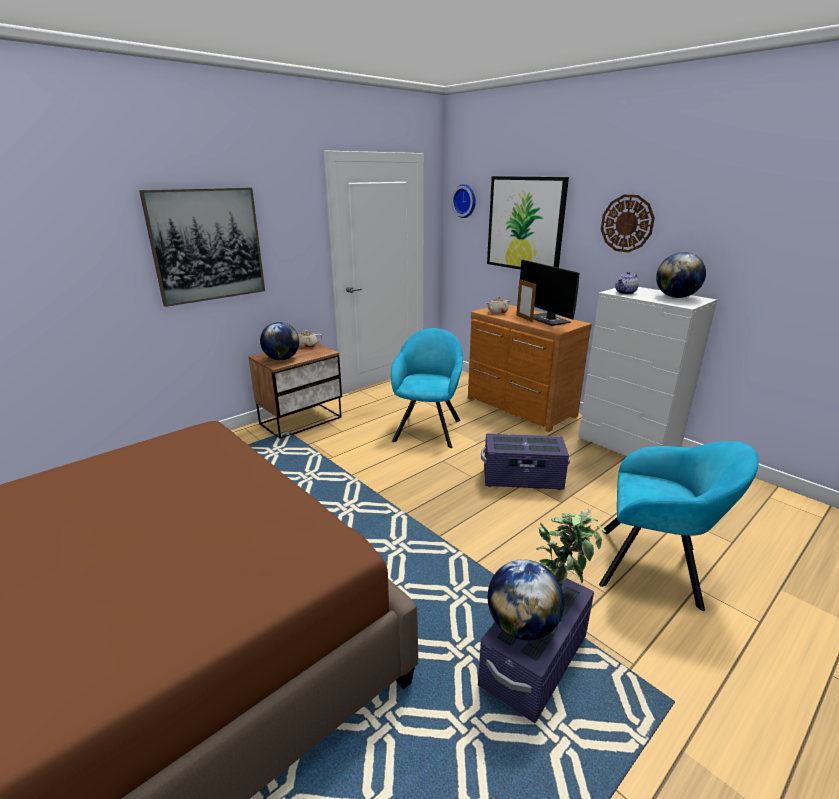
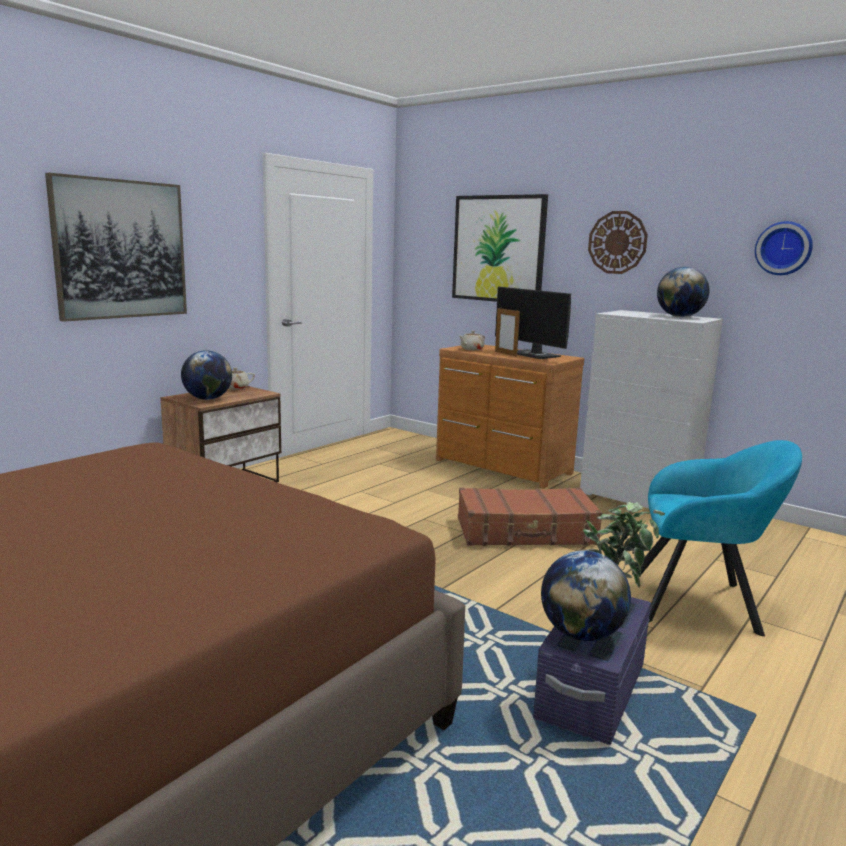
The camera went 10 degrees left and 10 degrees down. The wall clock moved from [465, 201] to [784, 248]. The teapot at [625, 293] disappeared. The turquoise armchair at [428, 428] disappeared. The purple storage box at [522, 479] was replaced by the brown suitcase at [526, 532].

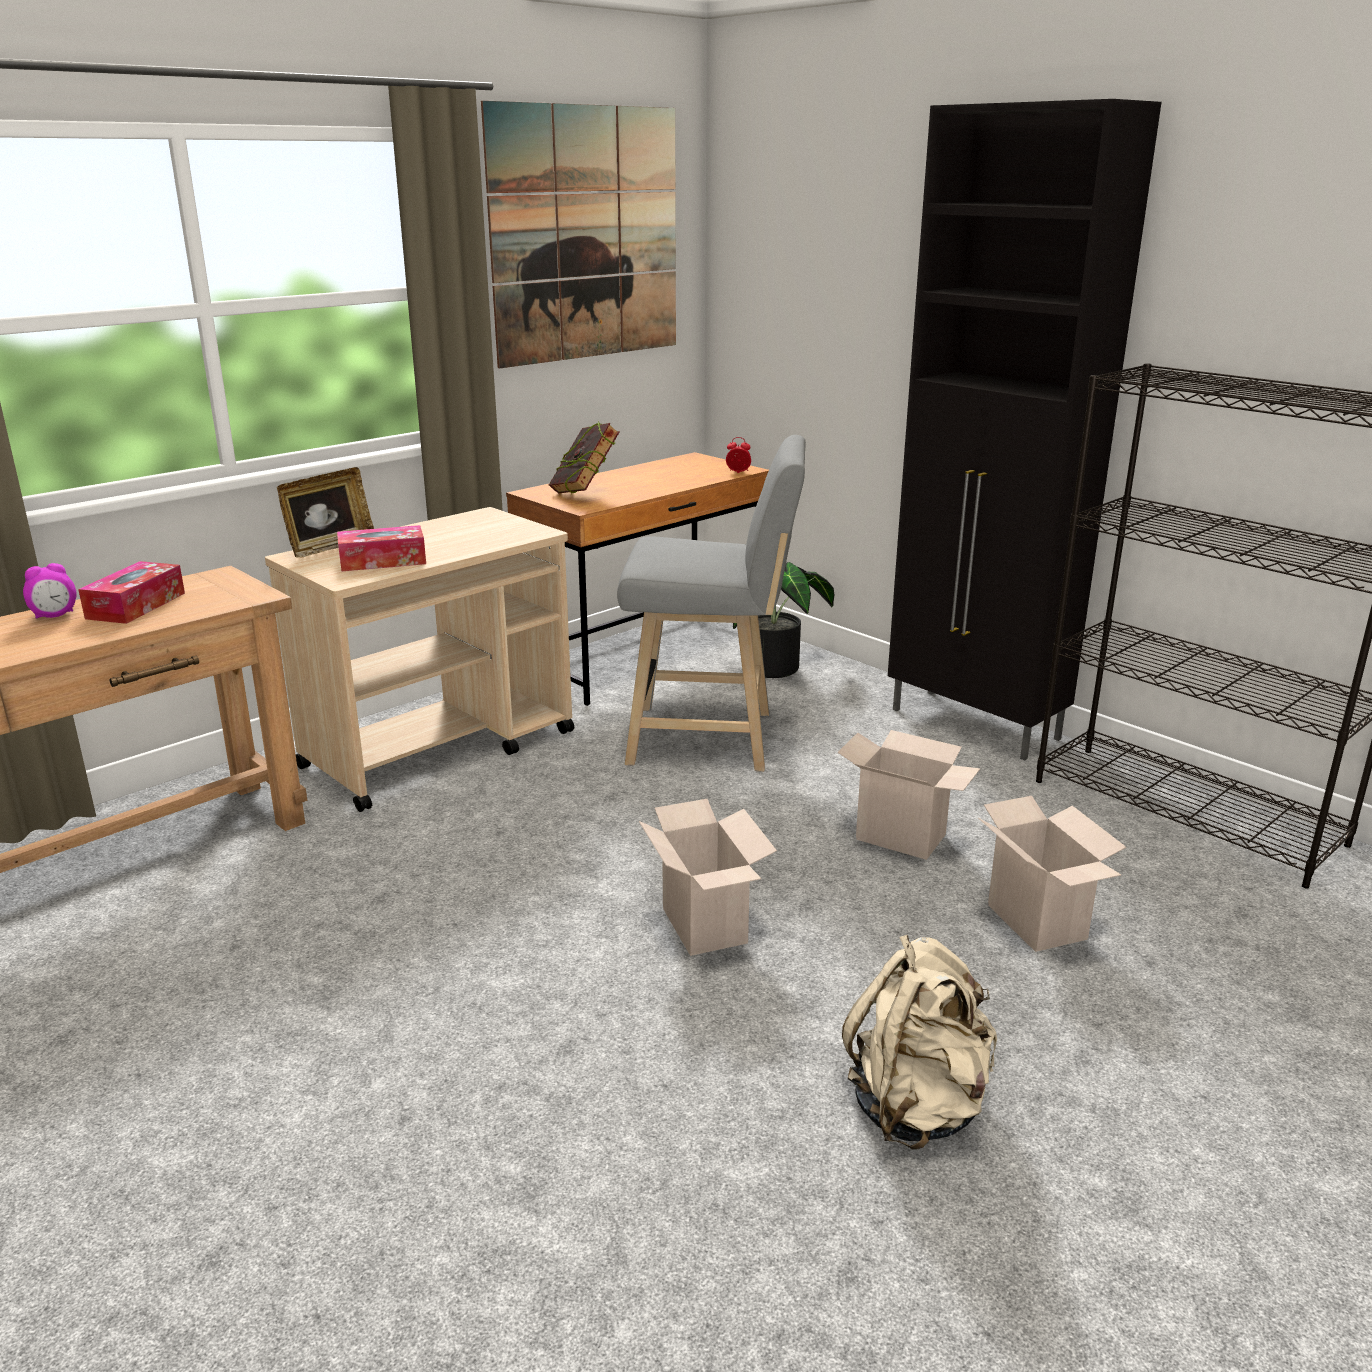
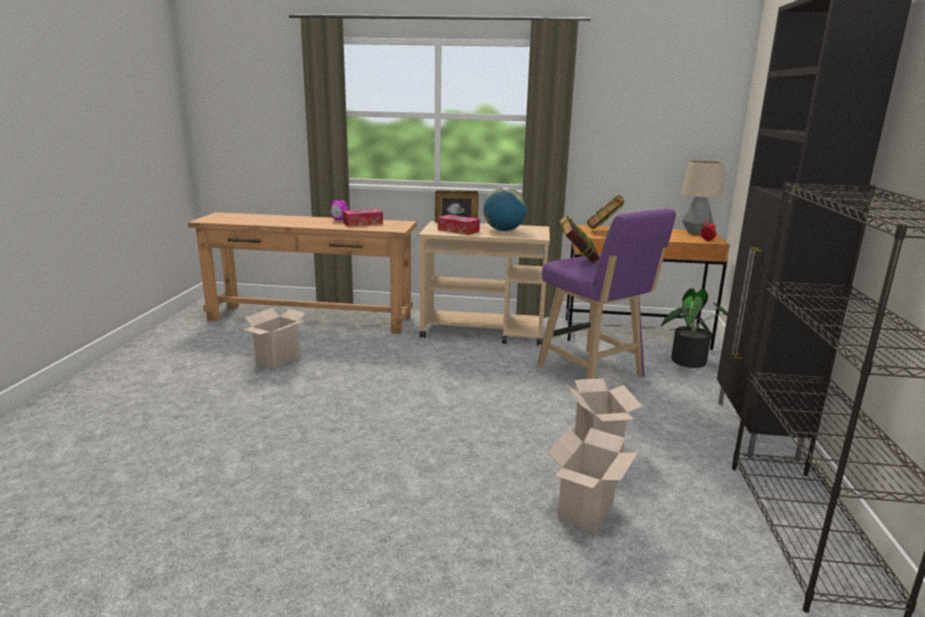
The camera went 50 degrees right and 5 degrees down. The picture at [586, 235] disappeared. The grey stool at [711, 739] became the purple stool at [594, 373]. The cardboard box moved from [708, 926] to [278, 360]. The beige backpack at [917, 1106] disappeared. The table lamp at [695, 233] appeared. The globe at [504, 230] appeared. The book at [577, 260] appeared.

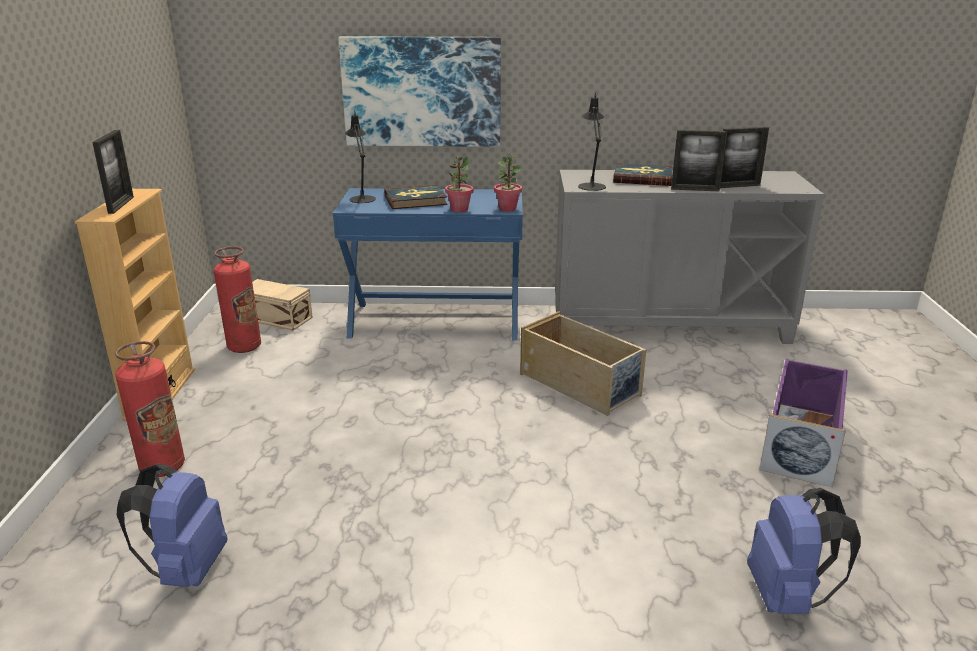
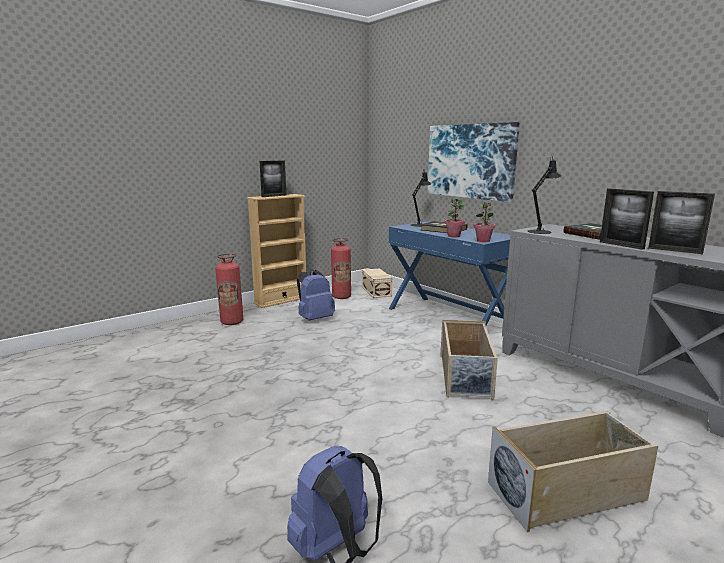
The camera went 50 degrees right and 10 degrees down. The purple storage box at [800, 442] became the beige storage box at [567, 491]. The blue backpack moved from [185, 569] to [315, 319].

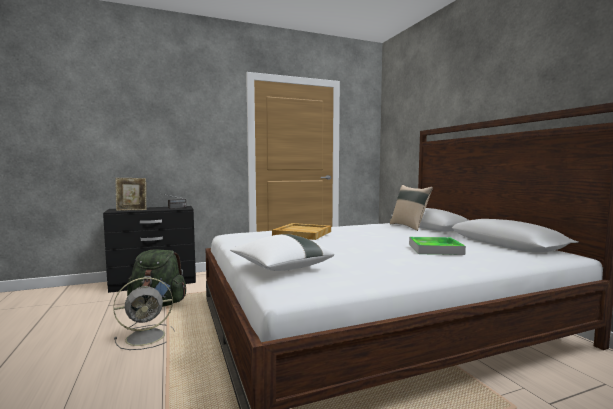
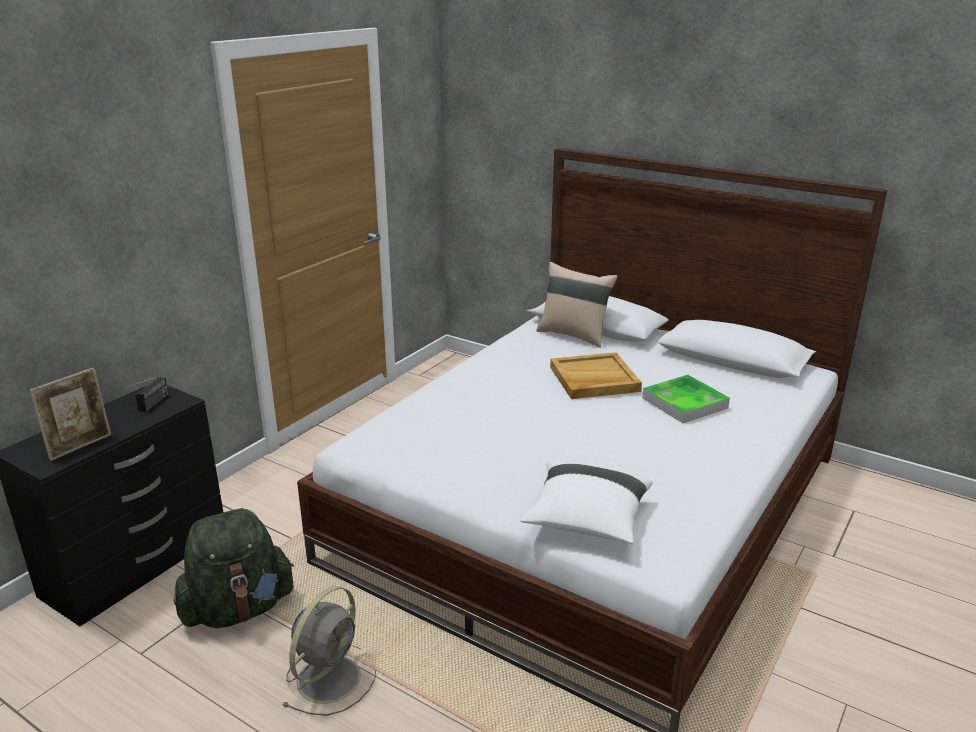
The camera went 35 degrees left and 20 degrees up. The beige tray moved from [302, 234] to [593, 379].

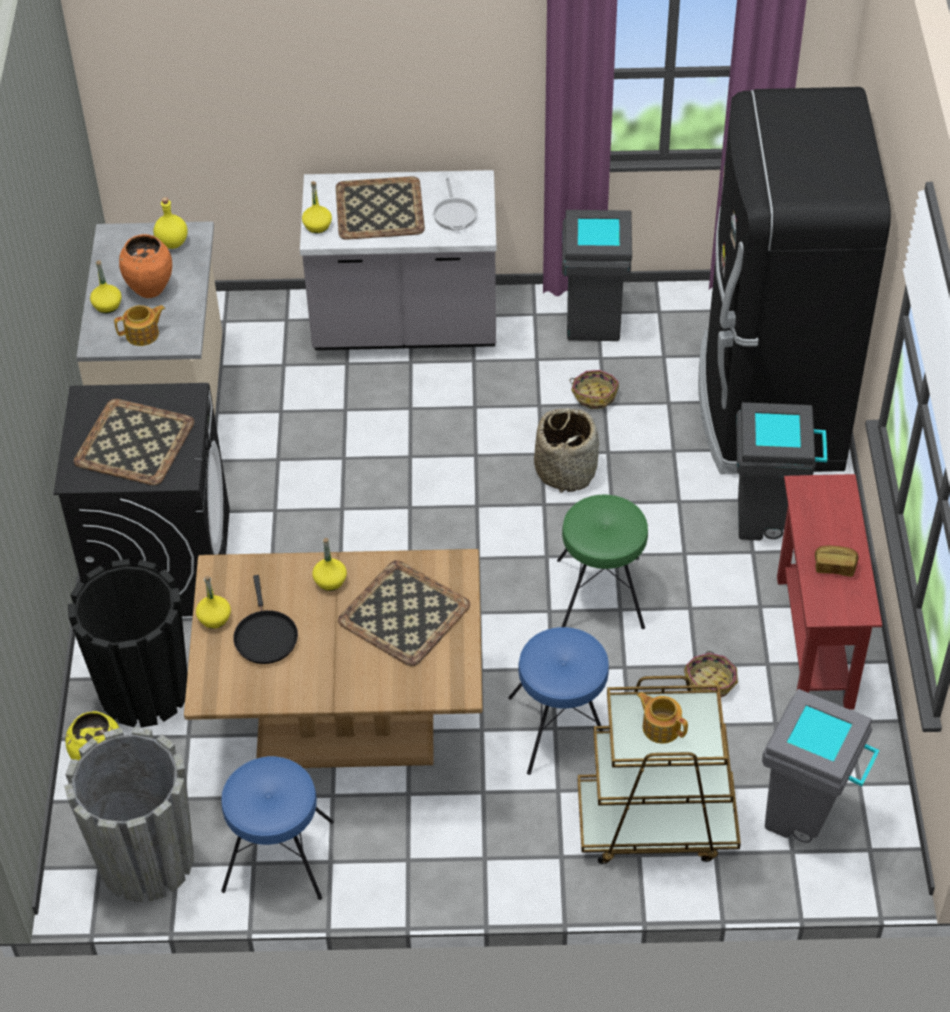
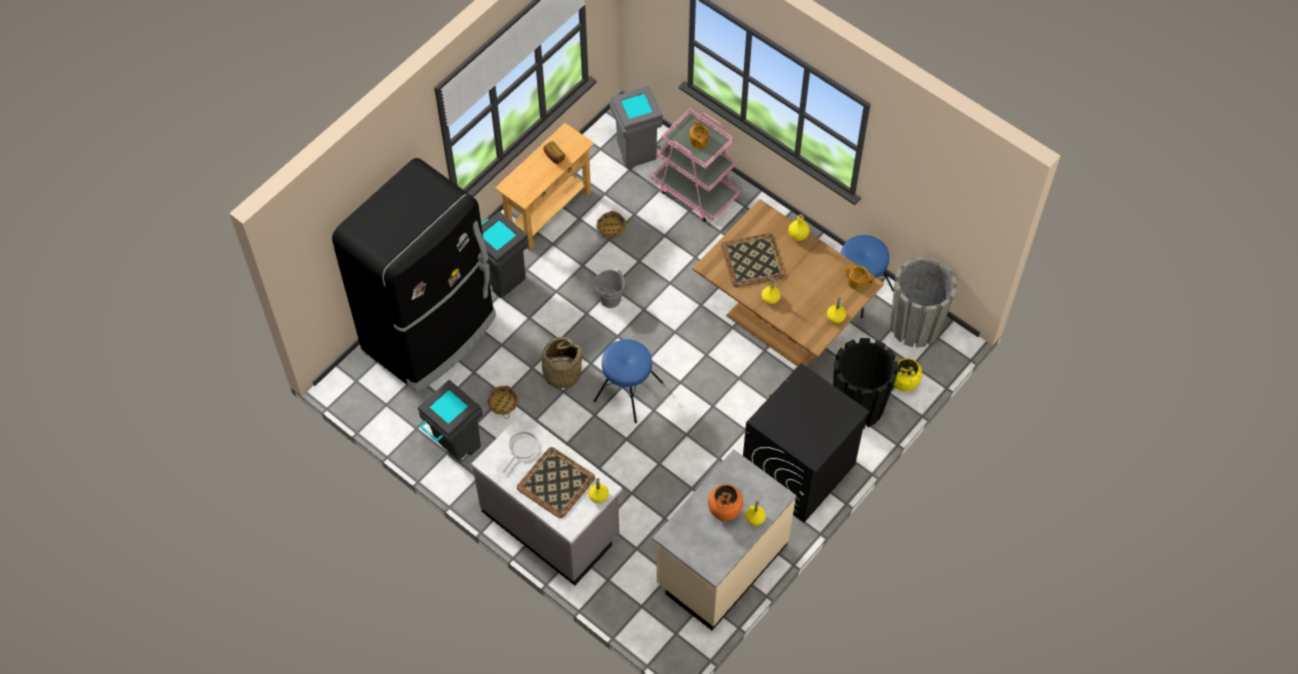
The camera went 140 degrees left and 10 degrees up. The yellow bottle moved from [172, 242] to [798, 236]. The teapot moved from [143, 334] to [857, 281]. The tray at [135, 443] disappeared. The red console table at [814, 641] became the beige console table at [549, 213]. The green stool at [601, 593] was replaced by the grey bucket at [612, 300]. The black frying pan at [265, 636] disappeared. The blue stool moved from [561, 727] to [627, 391]. The brown cart at [655, 824] became the pink cart at [695, 191].

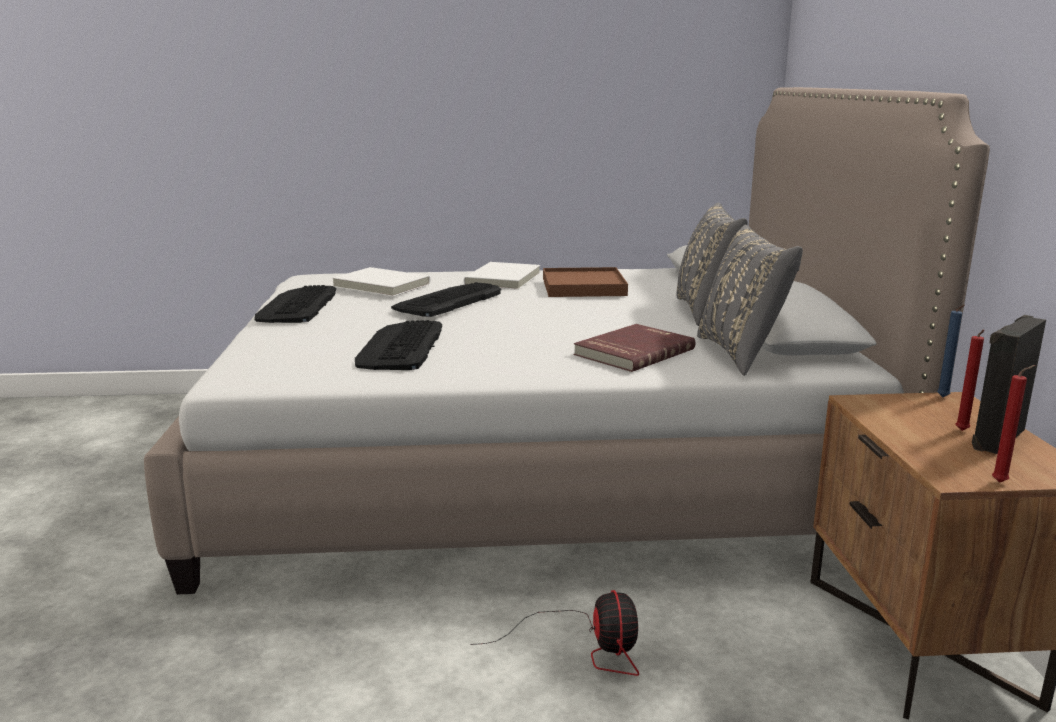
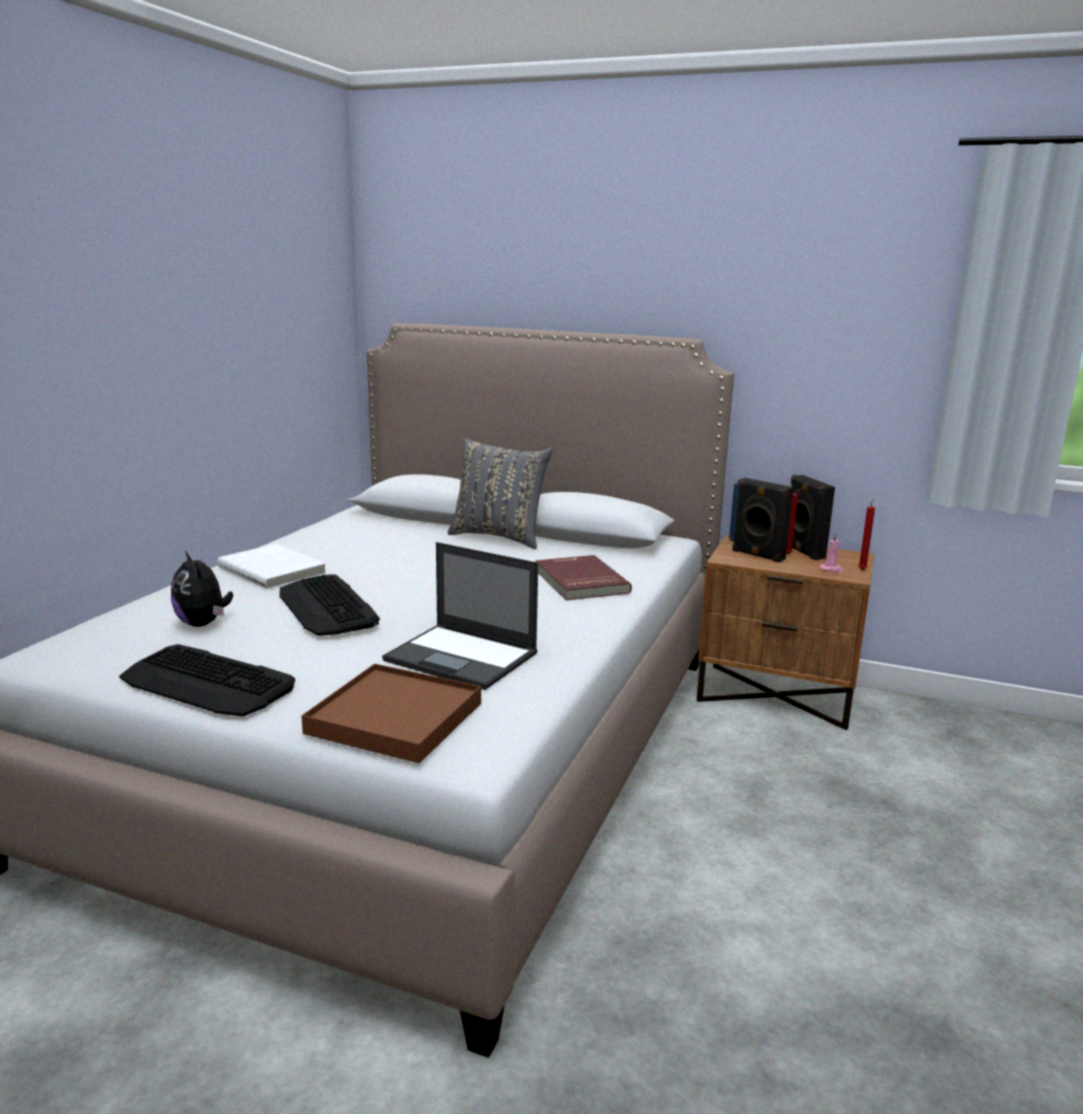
The camera went 65 degrees left and 0 degrees up. The grey pillow at [742, 354] disappeared. The white book at [380, 286] was replaced by the plush toy at [203, 623]. The brown tray moved from [583, 287] to [395, 718]. The keyboard at [400, 347] was replaced by the laptop at [463, 657]. The fan at [587, 647] disappeared. The black speaker at [757, 555] appeared. The pink candle at [831, 569] appeared.

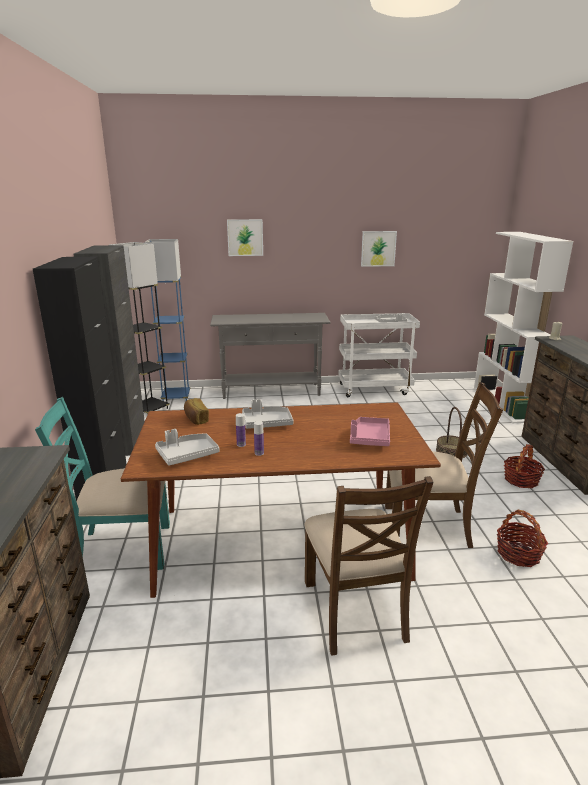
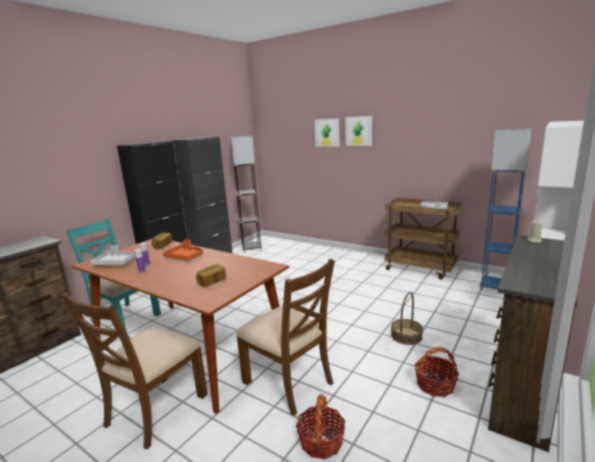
The camera went 40 degrees right and 5 degrees down. The picture moved from [378, 248] to [358, 131]. The blue floor lamp moved from [176, 397] to [495, 287]. The grey console table at [271, 391] disappeared. The white cart at [374, 389] became the brown cart at [421, 268]. The grey tray at [266, 423] became the orange tray at [185, 257]. The pink tray at [369, 438] was replaced by the bread at [212, 282].

